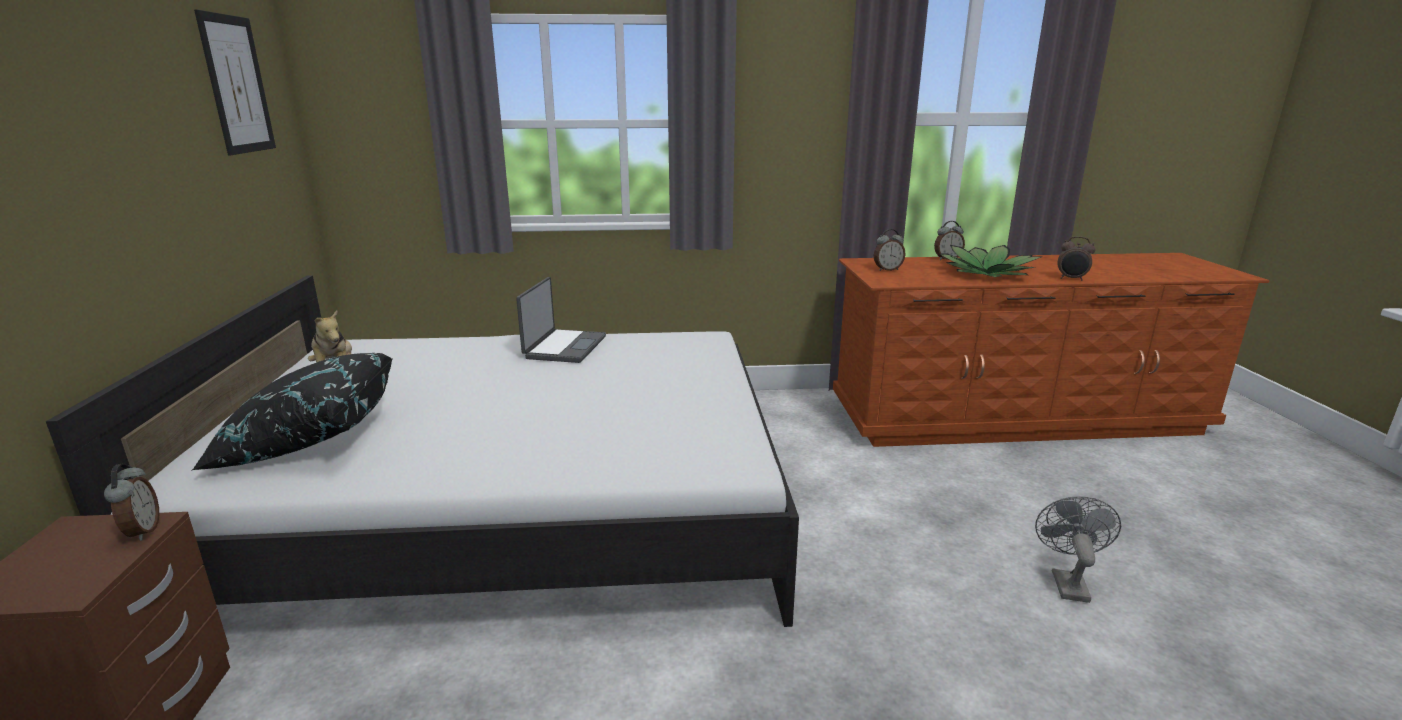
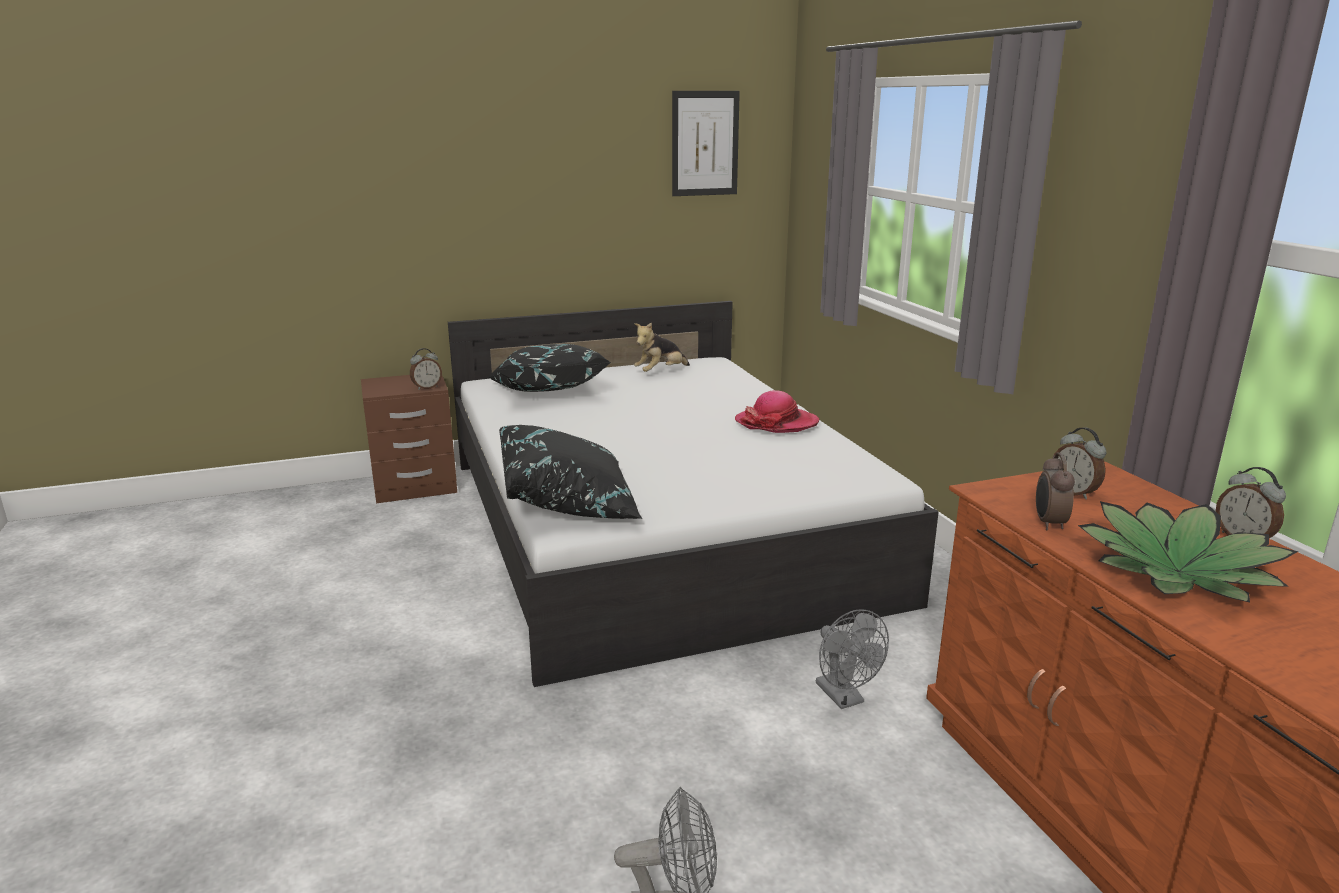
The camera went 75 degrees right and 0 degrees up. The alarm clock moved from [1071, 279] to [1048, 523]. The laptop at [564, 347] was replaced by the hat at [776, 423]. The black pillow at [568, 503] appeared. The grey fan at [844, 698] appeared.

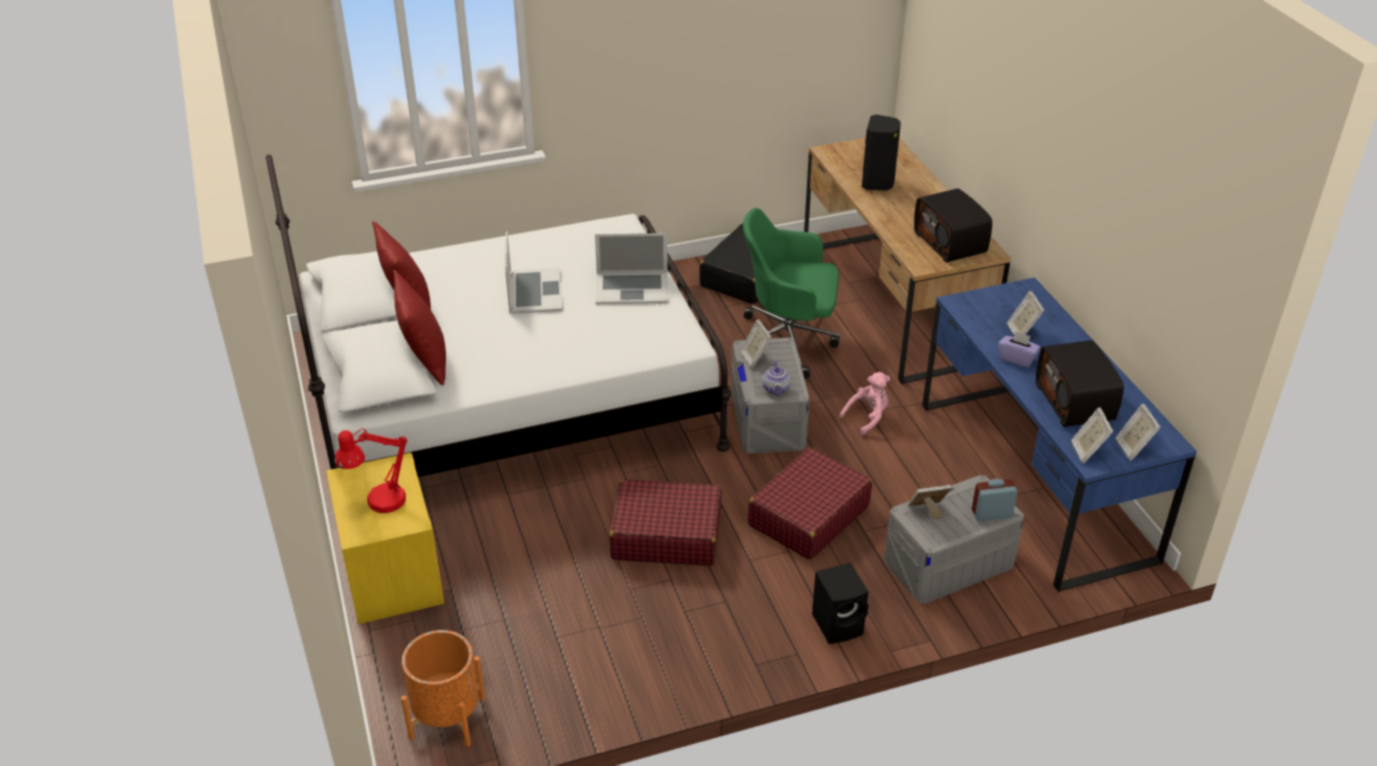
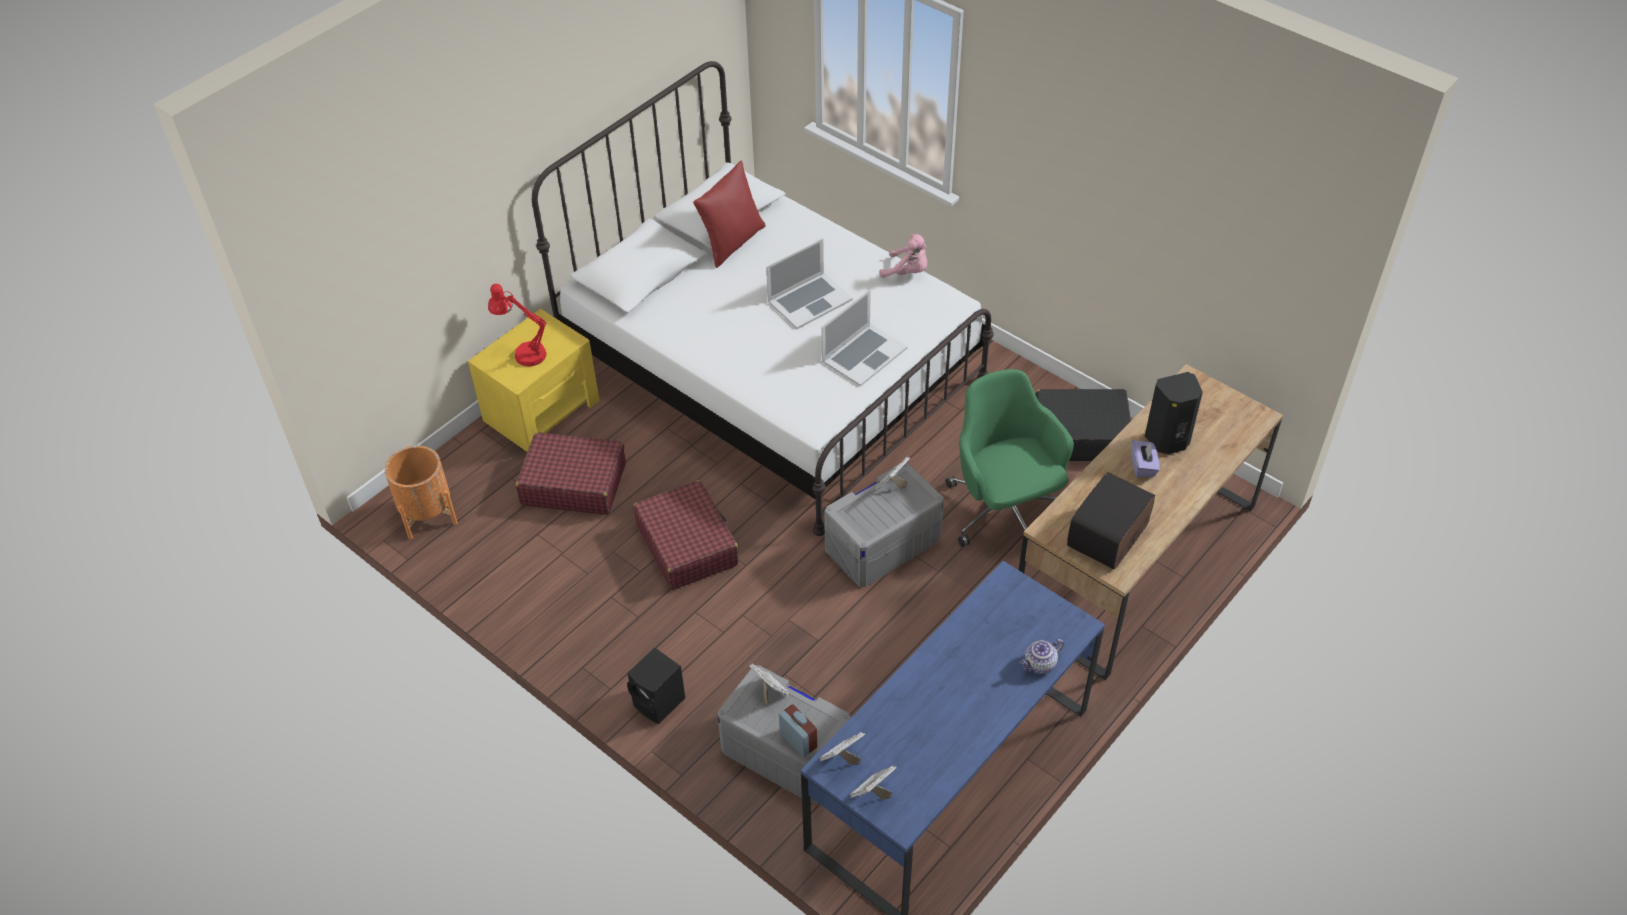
The camera went 60 degrees right and 10 degrees up. The laptop at [632, 288] turned 105 degrees counterclockwise. The red pillow at [425, 360] disappeared. The picture frame at [1021, 331] disappeared. The purple tissue box moved from [1017, 358] to [1143, 466]. The radio at [1076, 402] disappeared. The teapot moved from [776, 389] to [1039, 665]. The pink plush toy moved from [867, 417] to [907, 272]. The red suitcase moved from [808, 516] to [573, 484].

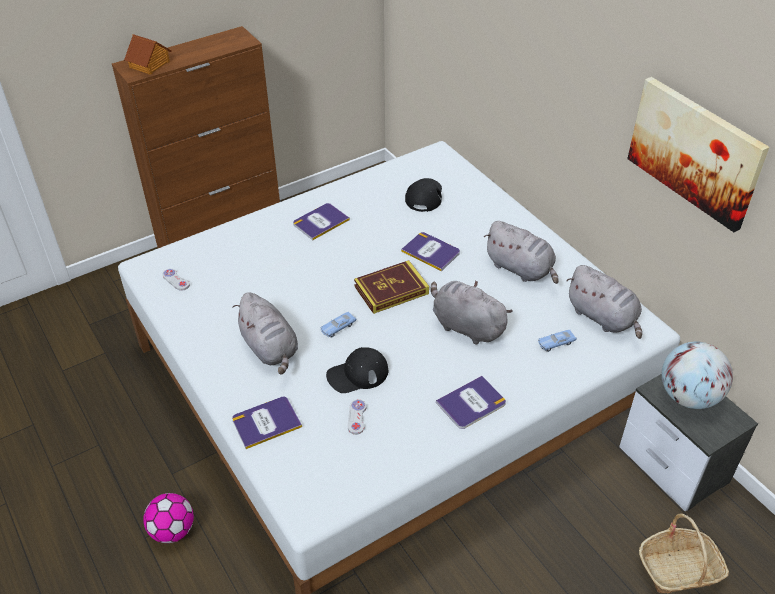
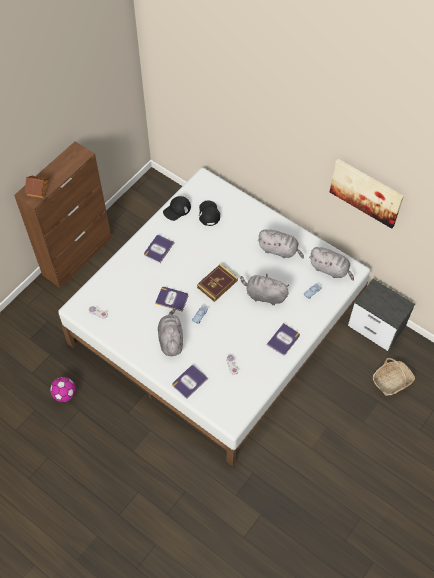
The camera went 20 degrees left and 15 degrees up. The book moved from [431, 252] to [172, 299]. The grey plush toy at [270, 348] turned 135 degrees counterclockwise. The globe at [688, 396] disappeared. The black cap moved from [357, 374] to [177, 210]. The football moved from [173, 530] to [65, 394].

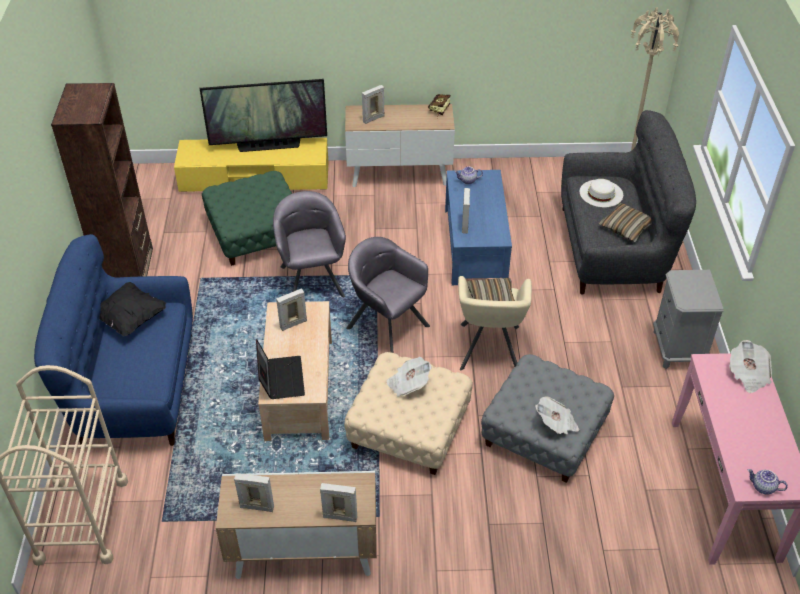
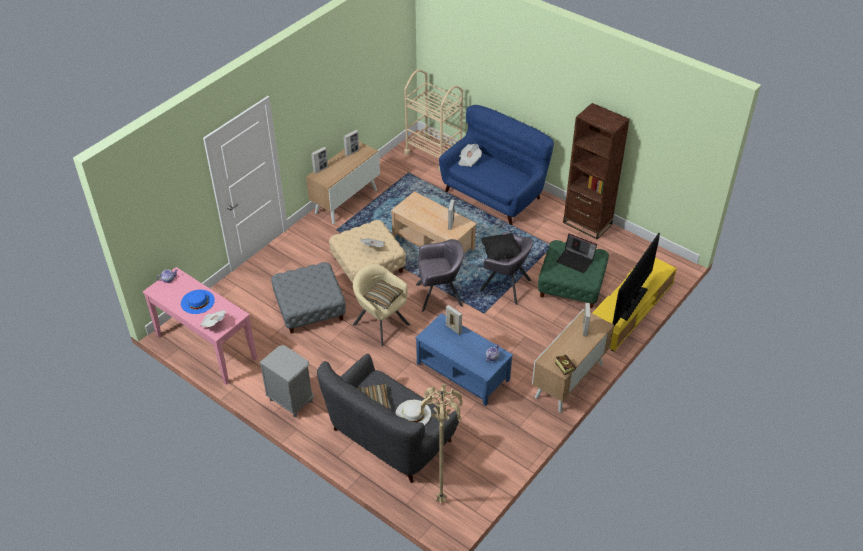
The camera went 130 degrees right and 0 degrees up. The black pillow moved from [130, 318] to [501, 254]. The laptop moved from [280, 378] to [576, 260]. The newspaper moved from [556, 424] to [469, 160]. The blue hat at [197, 301] appeared.

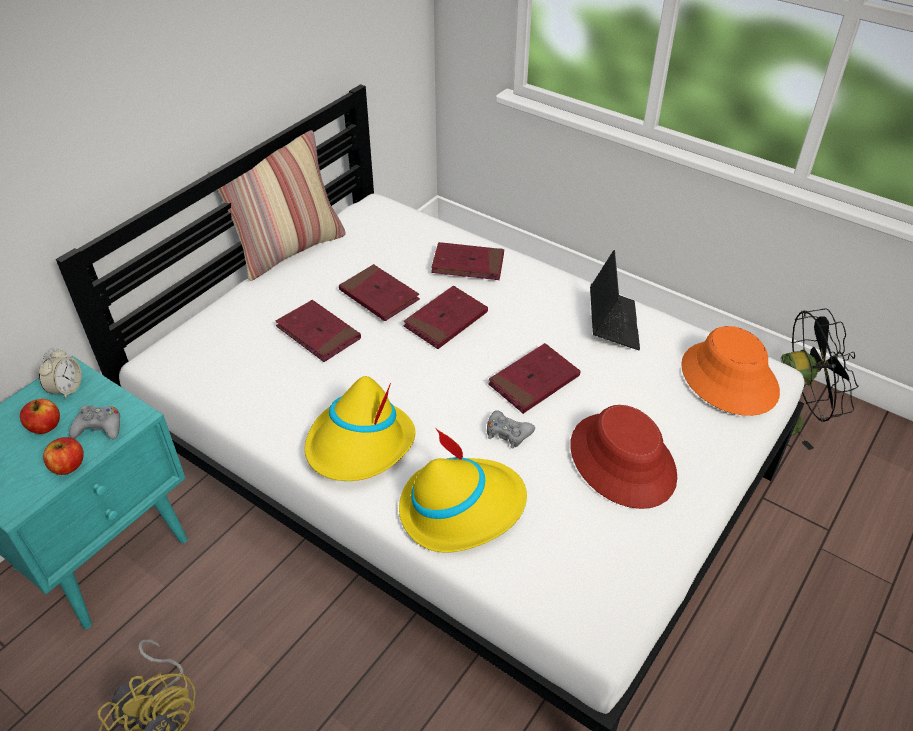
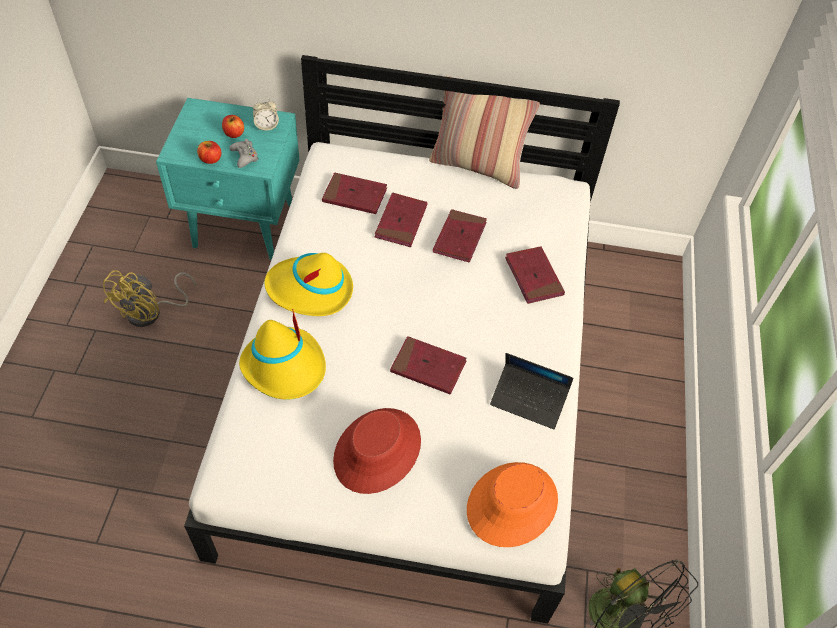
The camera went 60 degrees right and 10 degrees up. The laptop at [612, 323] turned 45 degrees clockwise. The red book moved from [446, 320] to [354, 196]. The grey game controller at [508, 433] disappeared.

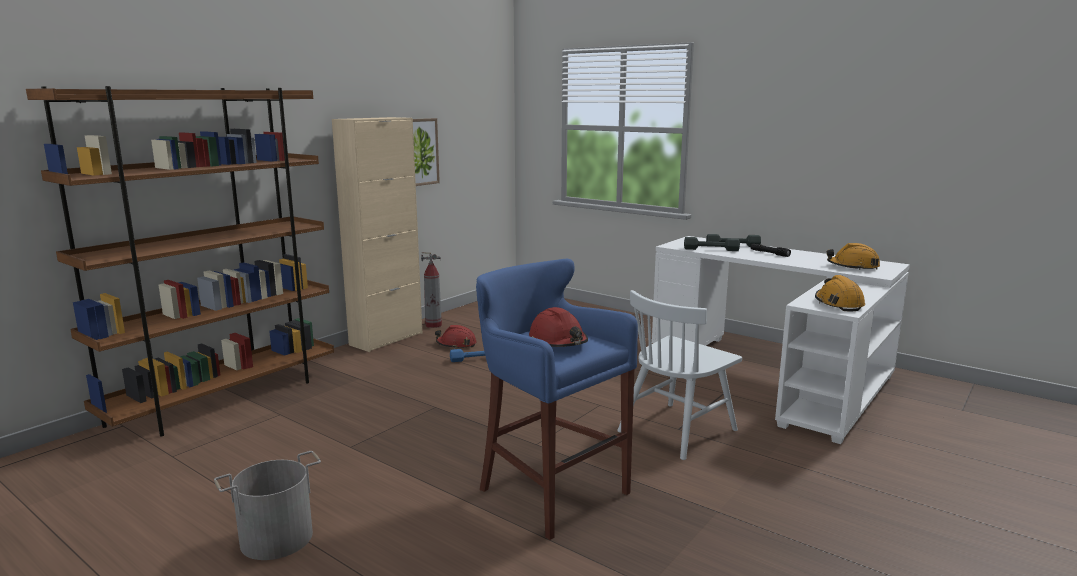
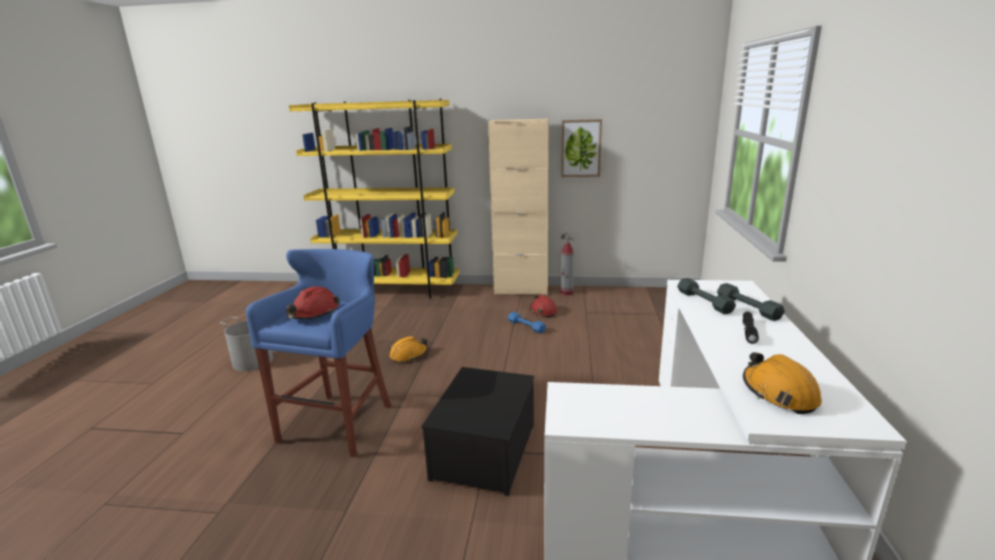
The camera went 60 degrees right and 5 degrees up. The brown bookcase at [225, 399] became the yellow bookcase at [391, 290]. The orange hard hat moved from [838, 303] to [408, 355]. The white chair at [677, 430] was replaced by the storage box at [483, 450].

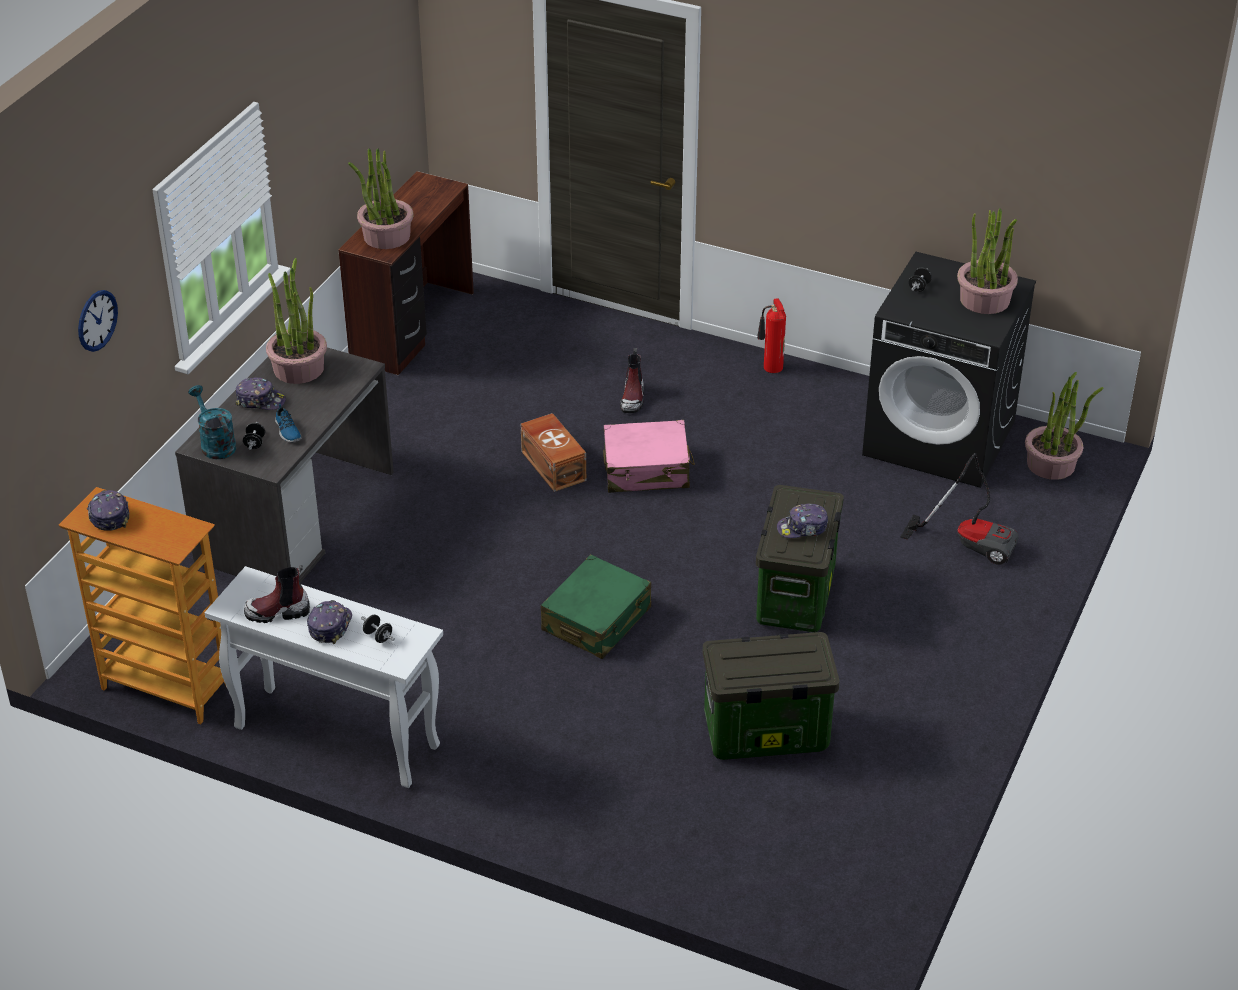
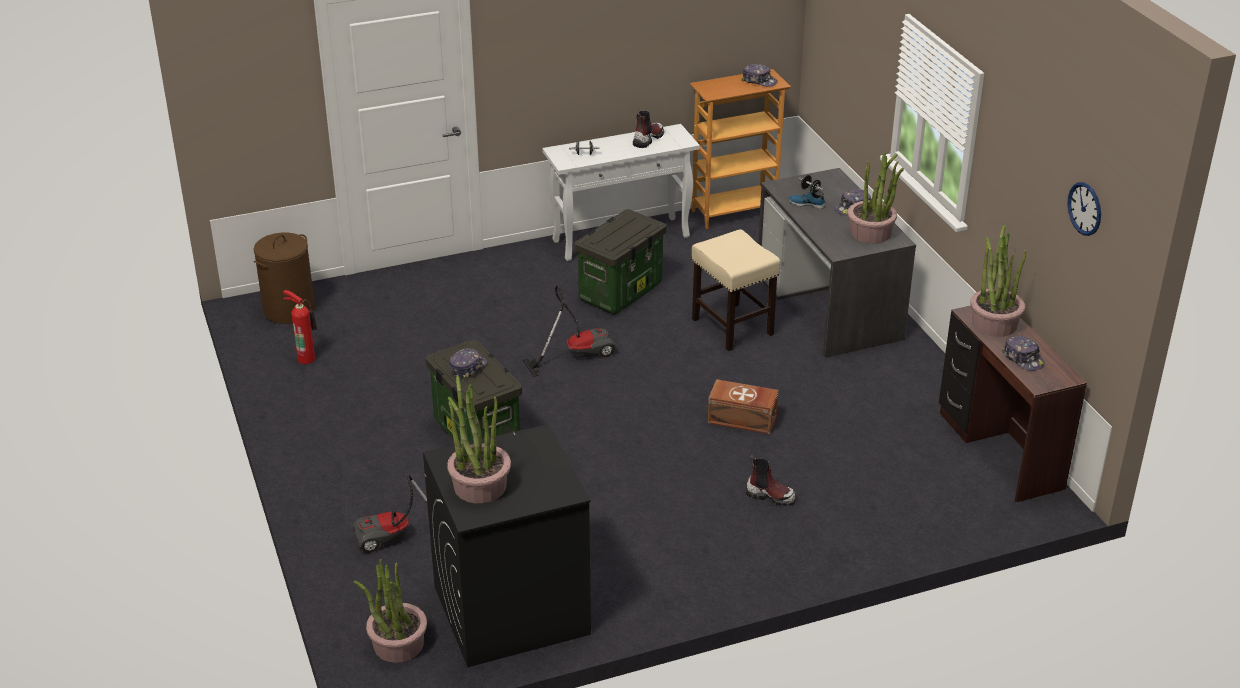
The camera went 135 degrees right and 5 degrees down. The black dumbbell at [919, 287] disappeared. The wall clock moved from [97, 320] to [1085, 208]. The fire extinguisher moved from [771, 369] to [306, 358]. The boot at [632, 399] turned 150 degrees clockwise. The turquoise watering can at [215, 444] disappeared. The pink suitcase at [647, 470] disappeared. The green suitcase at [597, 619] was replaced by the vacuum cleaner at [576, 354]. The cap moved from [330, 626] to [1023, 359]. The storage box moved from [764, 734] to [621, 291]. The beige stool at [731, 326] appeared. The brown laundry basket at [289, 309] appeared.

